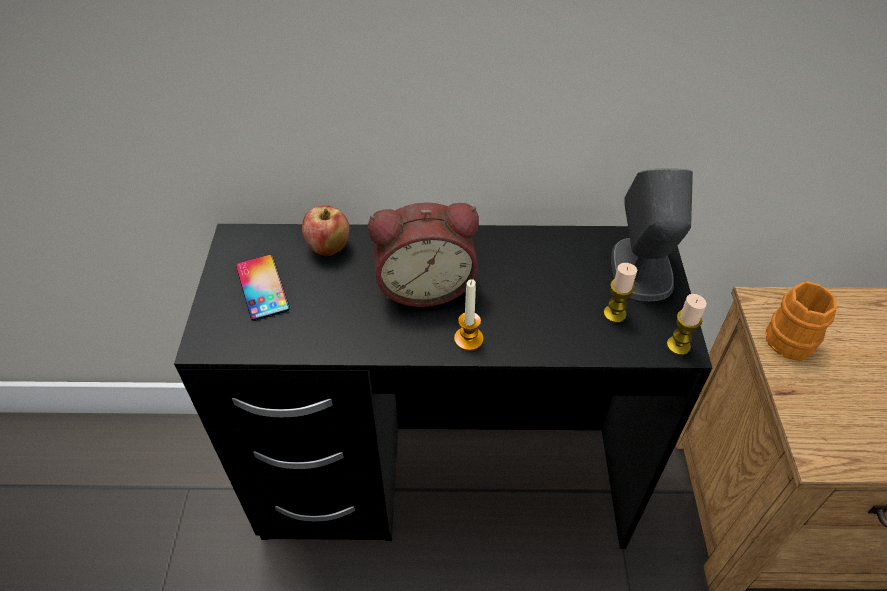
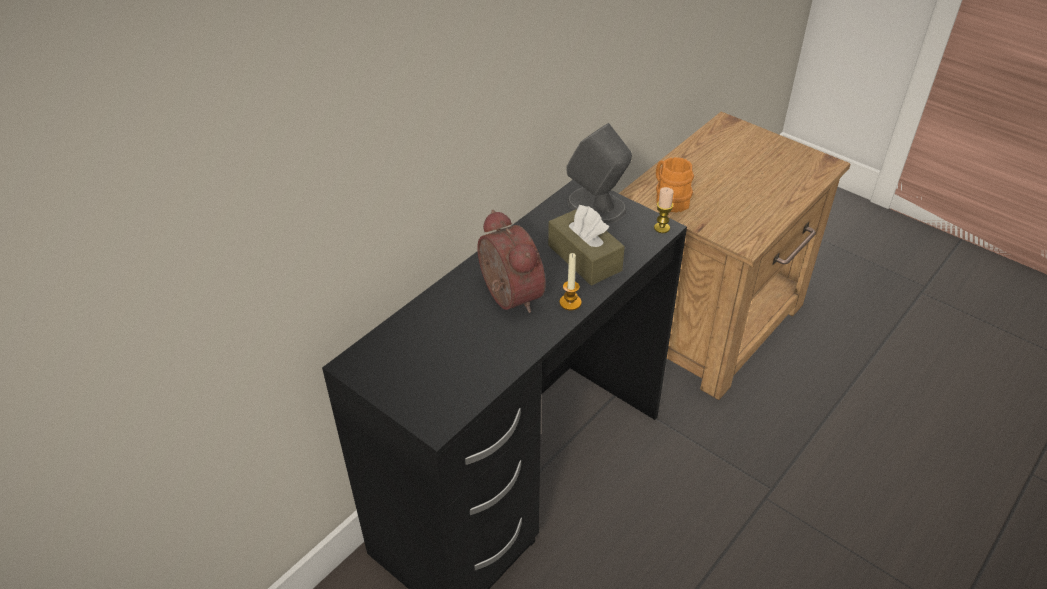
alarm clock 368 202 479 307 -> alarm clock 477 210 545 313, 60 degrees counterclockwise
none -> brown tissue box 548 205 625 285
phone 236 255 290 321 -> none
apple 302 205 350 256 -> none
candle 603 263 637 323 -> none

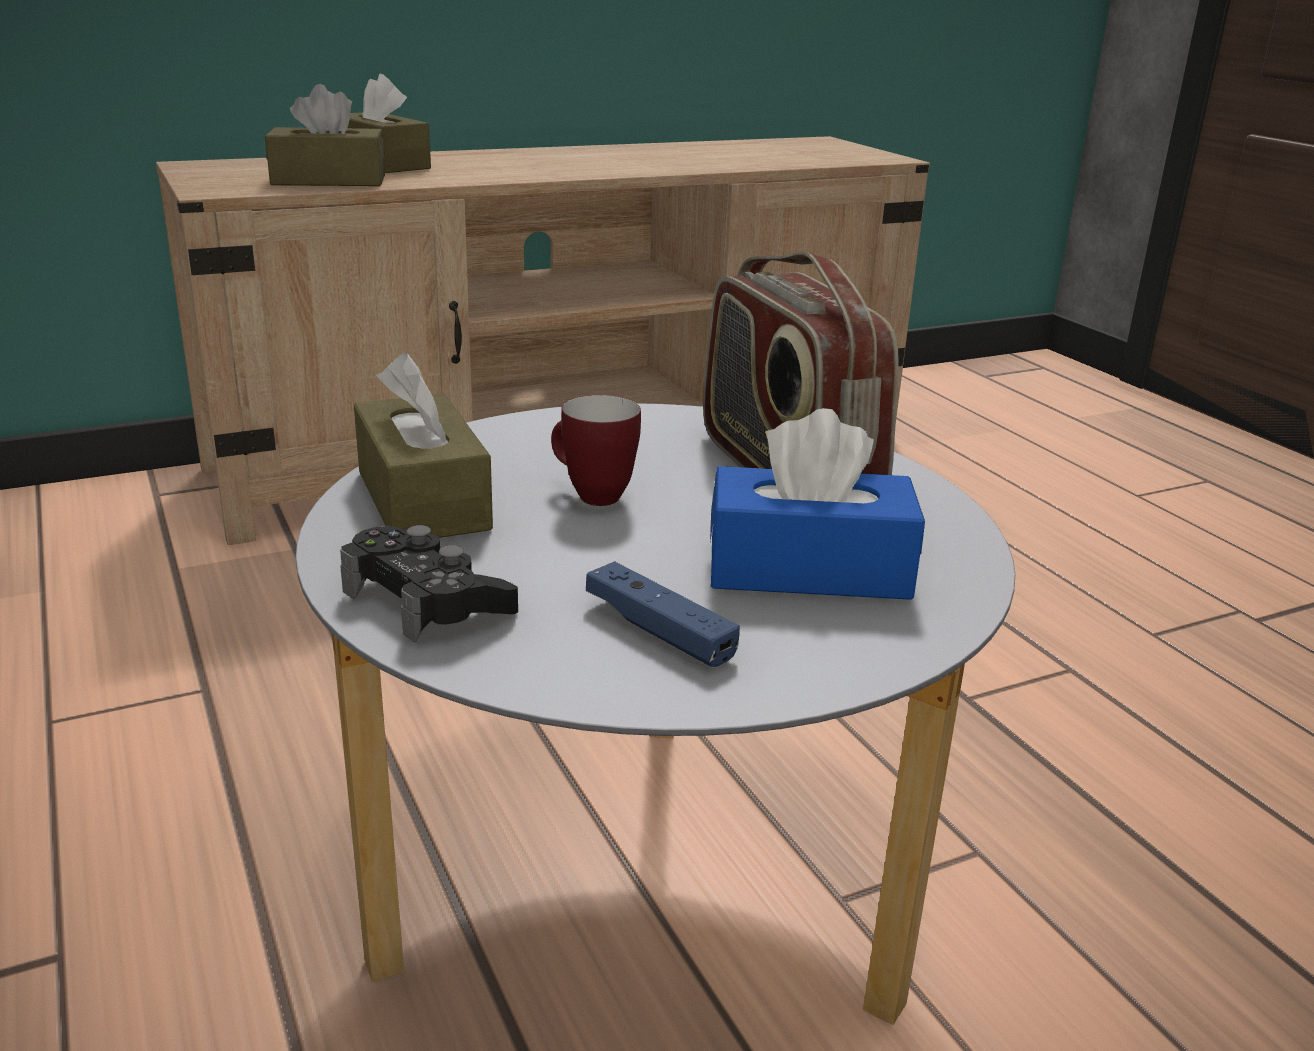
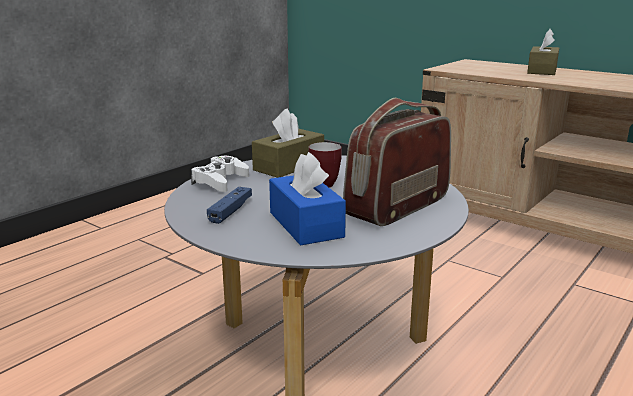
black game controller 340 525 518 643 -> white game controller 191 156 249 192
brown tissue box 265 84 385 186 -> none

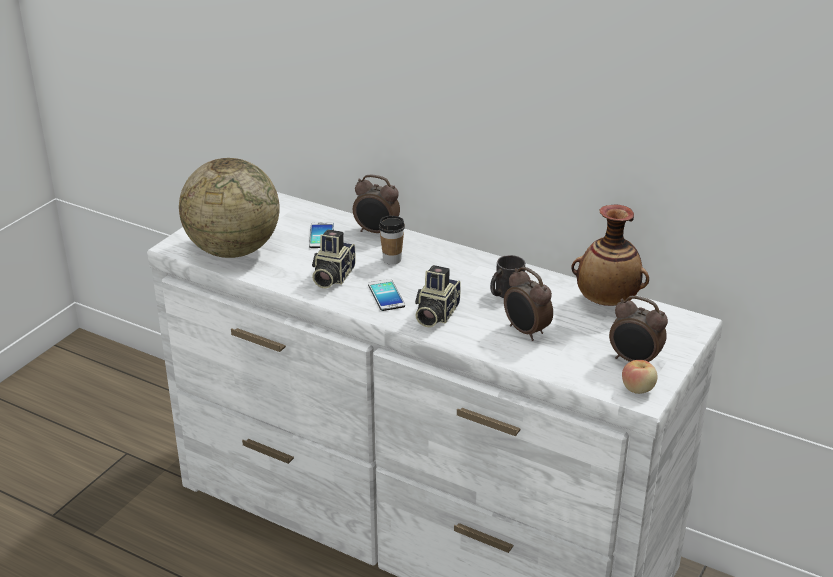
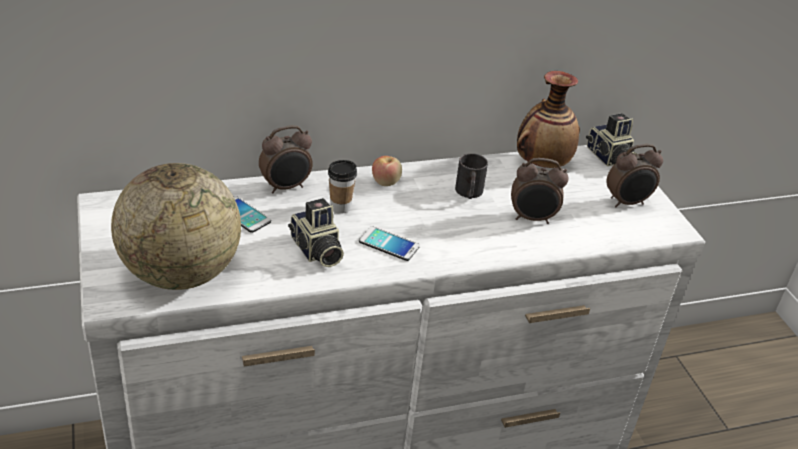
apple 622 360 657 394 -> apple 372 156 402 186, moved
photo camera 415 265 461 327 -> photo camera 586 113 637 166, moved

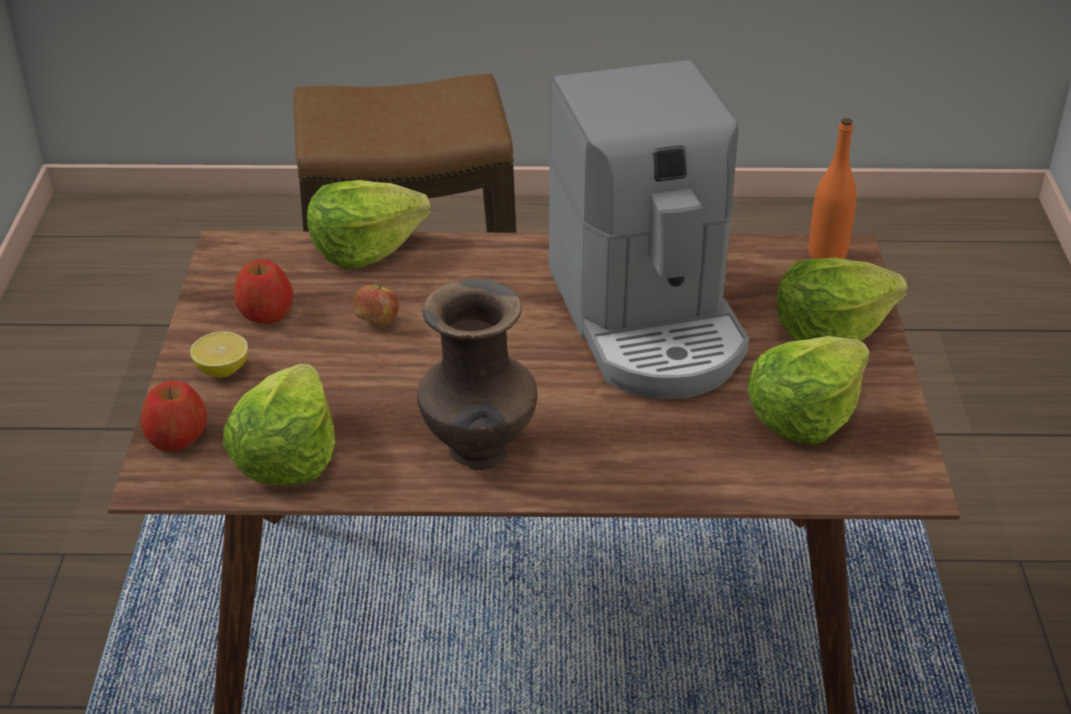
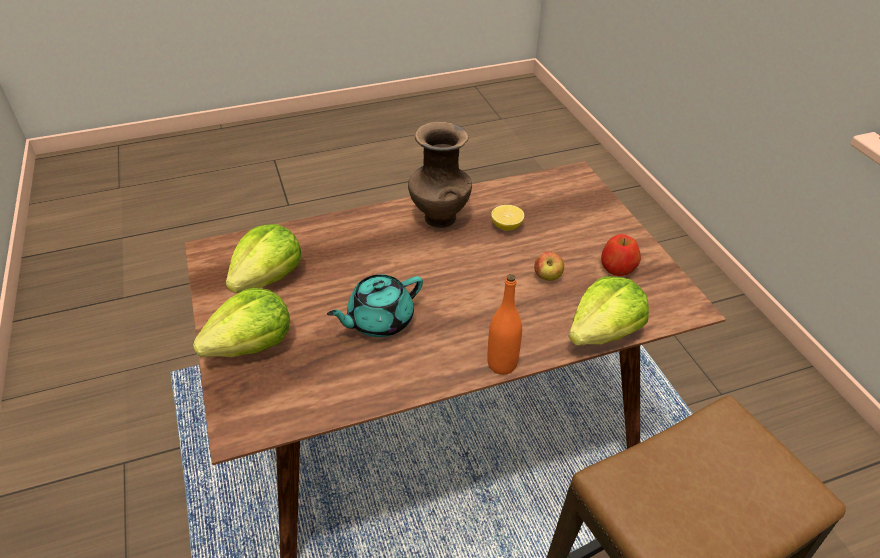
coffee machine 548 60 749 399 -> turquoise teapot 327 274 423 337
orange bottle 809 118 857 259 -> orange bottle 487 274 522 375, moved
lemon 190 331 248 378 -> lemon 491 205 524 231, moved
apple 141 381 207 452 -> none
lettuce 223 364 335 485 -> none

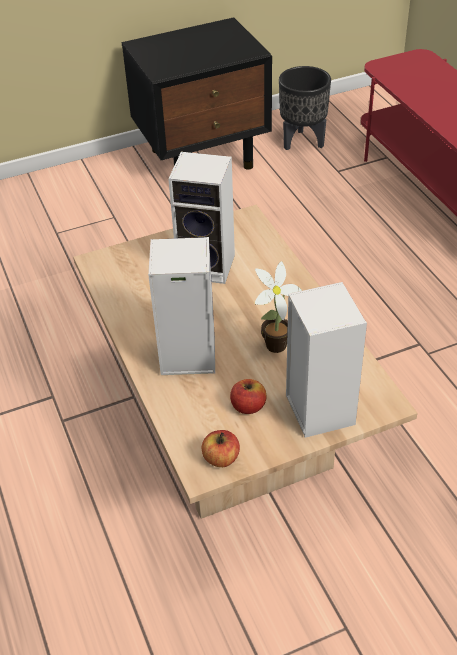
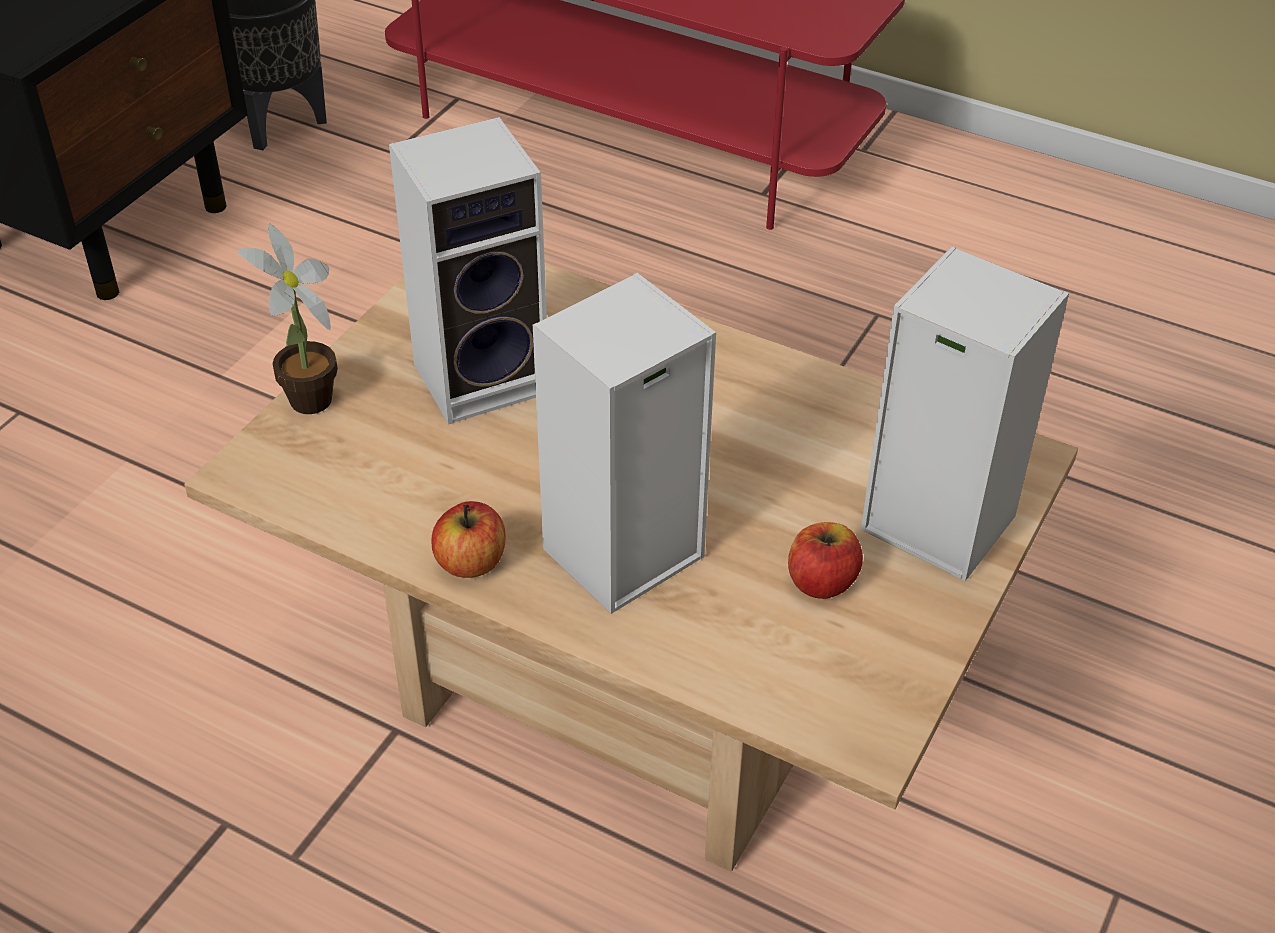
potted plant 255 261 302 353 -> potted plant 237 223 338 414, moved
apple 202 430 240 467 -> apple 432 501 506 578, moved

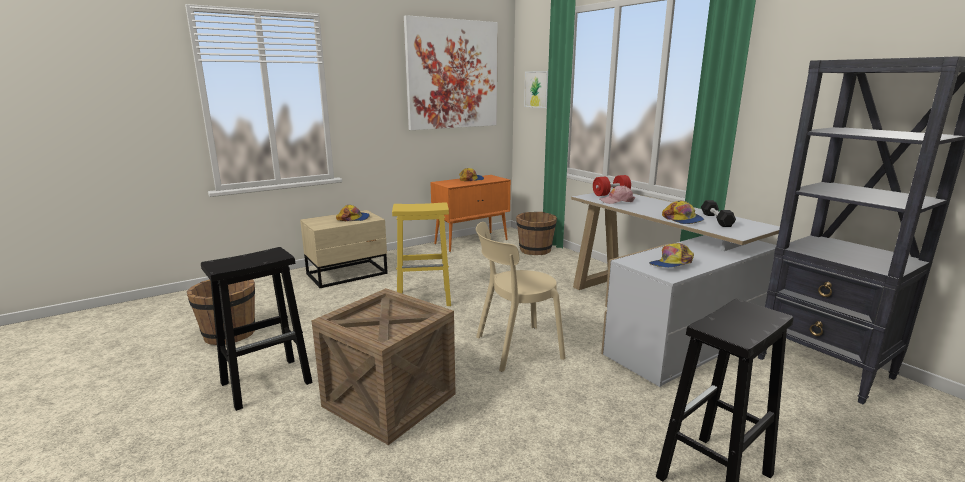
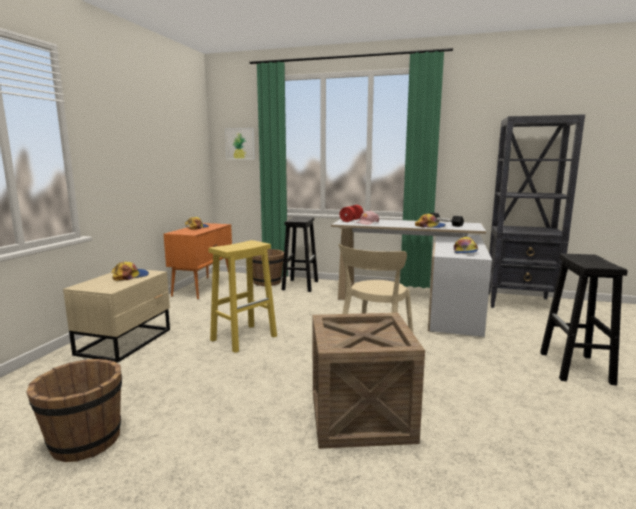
black stool 201 247 312 411 -> black stool 282 217 318 292, moved
picture 404 15 498 130 -> none

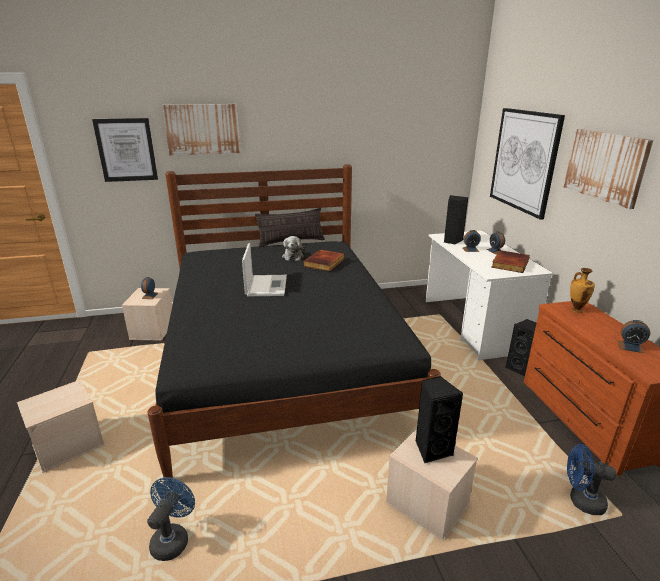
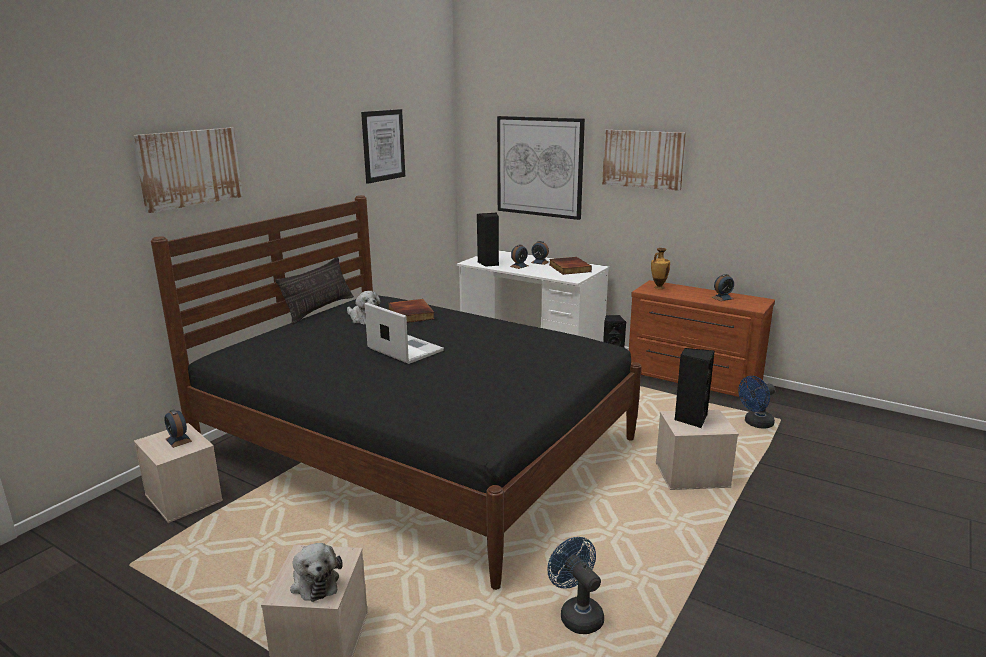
none -> plush toy 290 543 343 602
picture 92 118 158 182 -> picture 361 109 405 184, moved

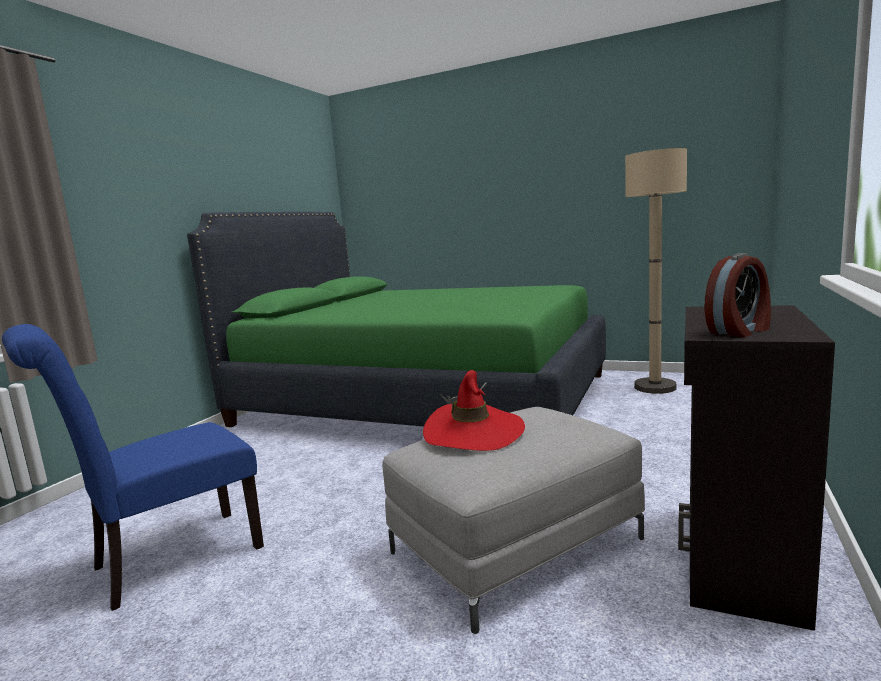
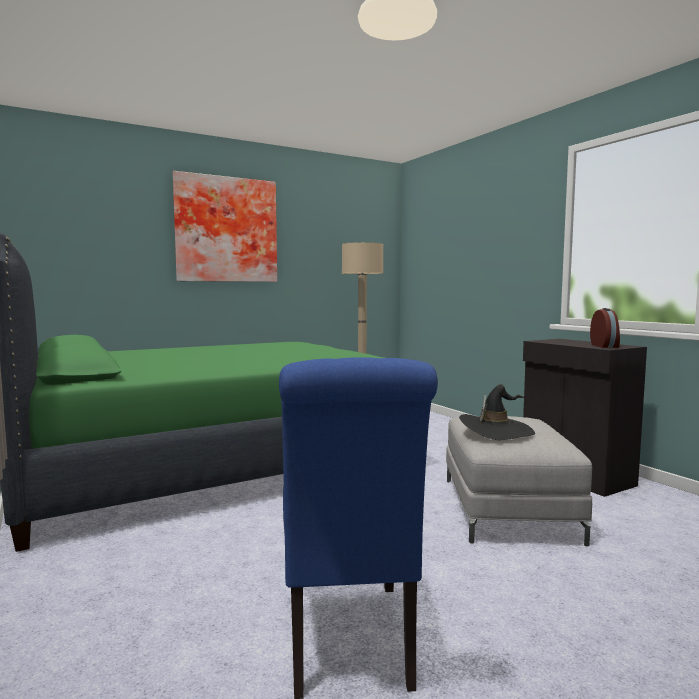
none -> picture 173 171 277 282
red hat 423 370 525 451 -> black hat 459 384 535 440

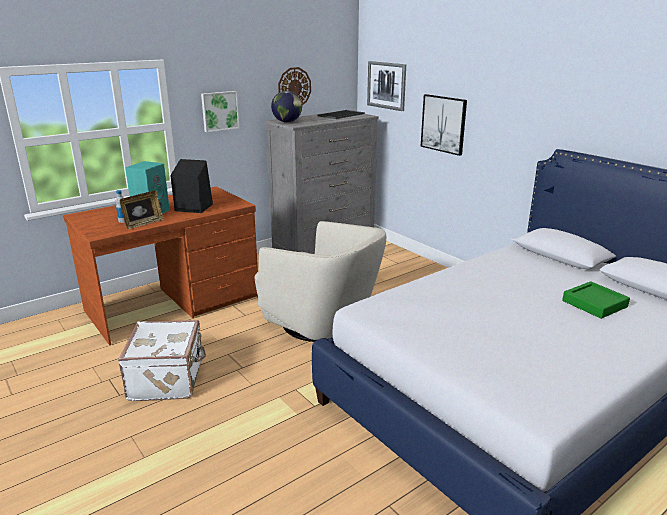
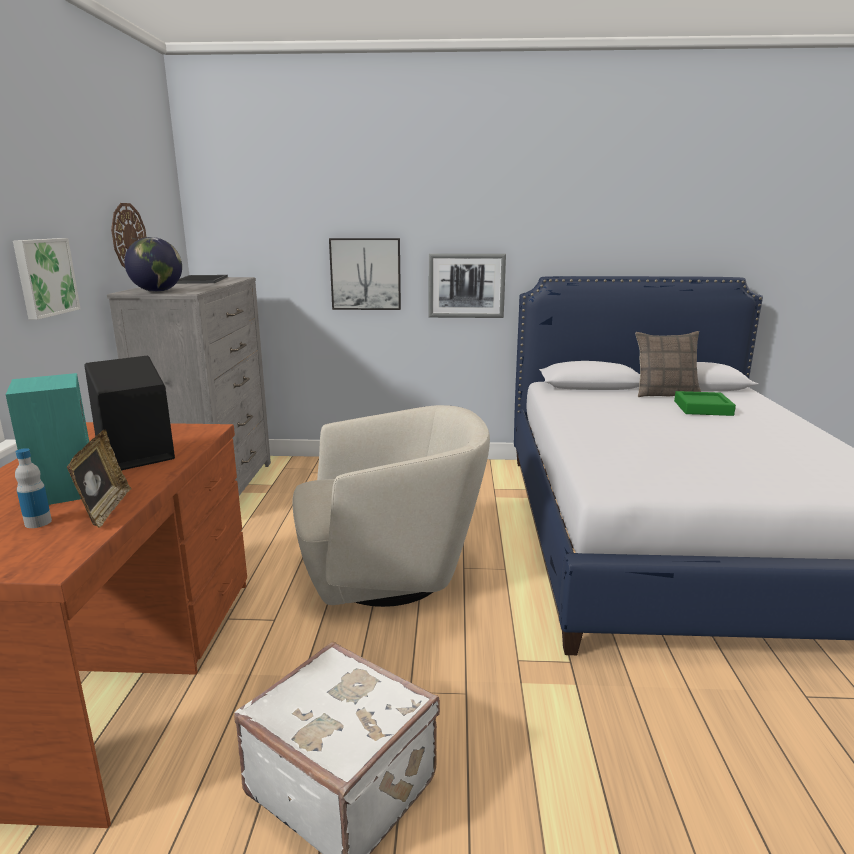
picture 367 61 406 111 -> picture 429 254 506 318, moved
none -> pillow 635 331 701 397

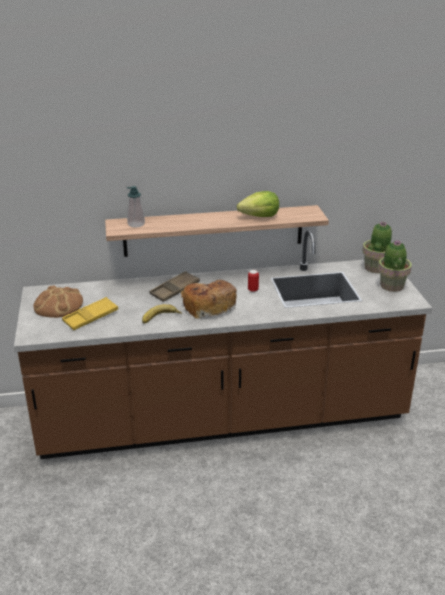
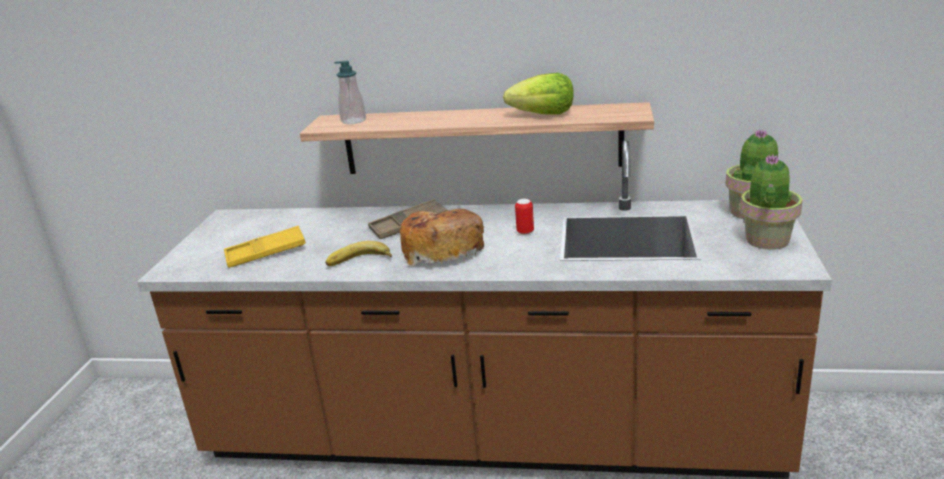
bread 33 285 83 318 -> none

